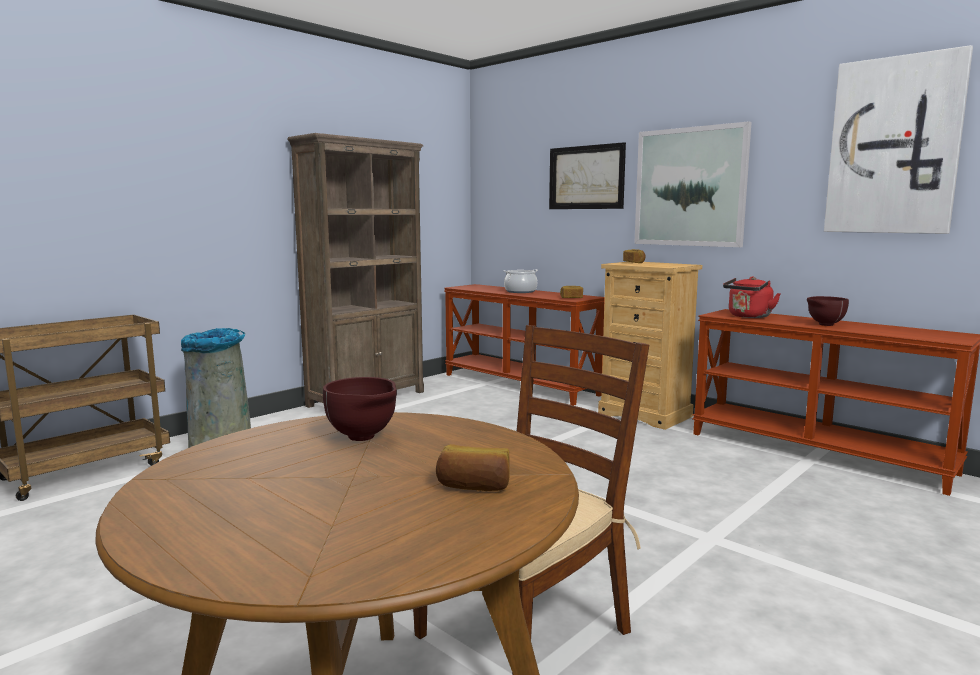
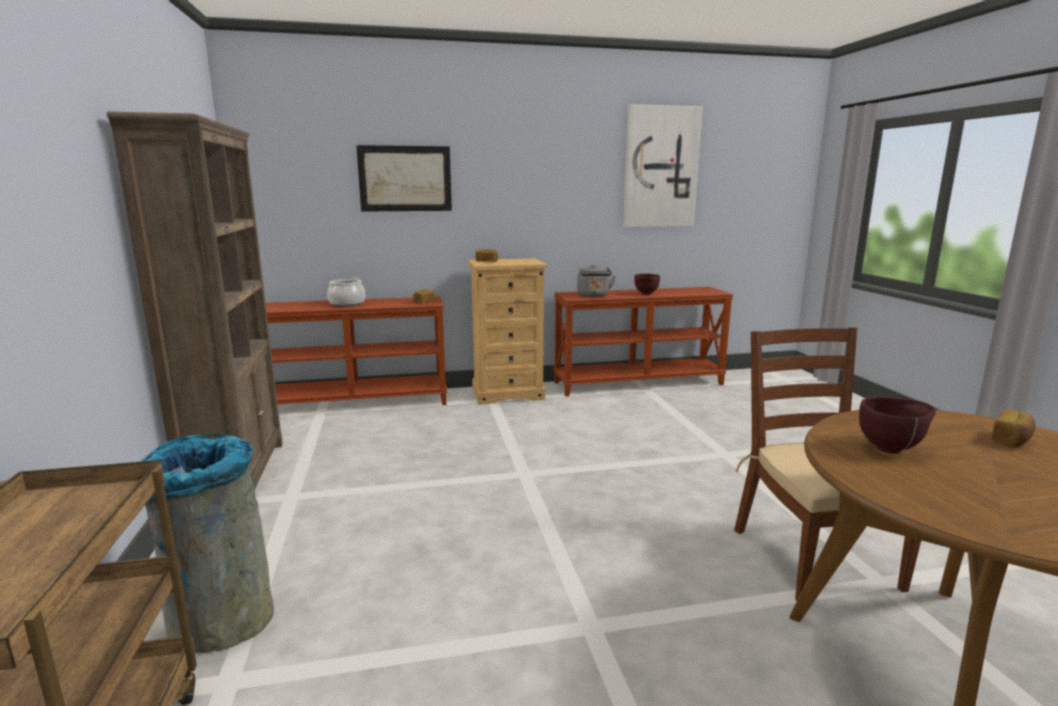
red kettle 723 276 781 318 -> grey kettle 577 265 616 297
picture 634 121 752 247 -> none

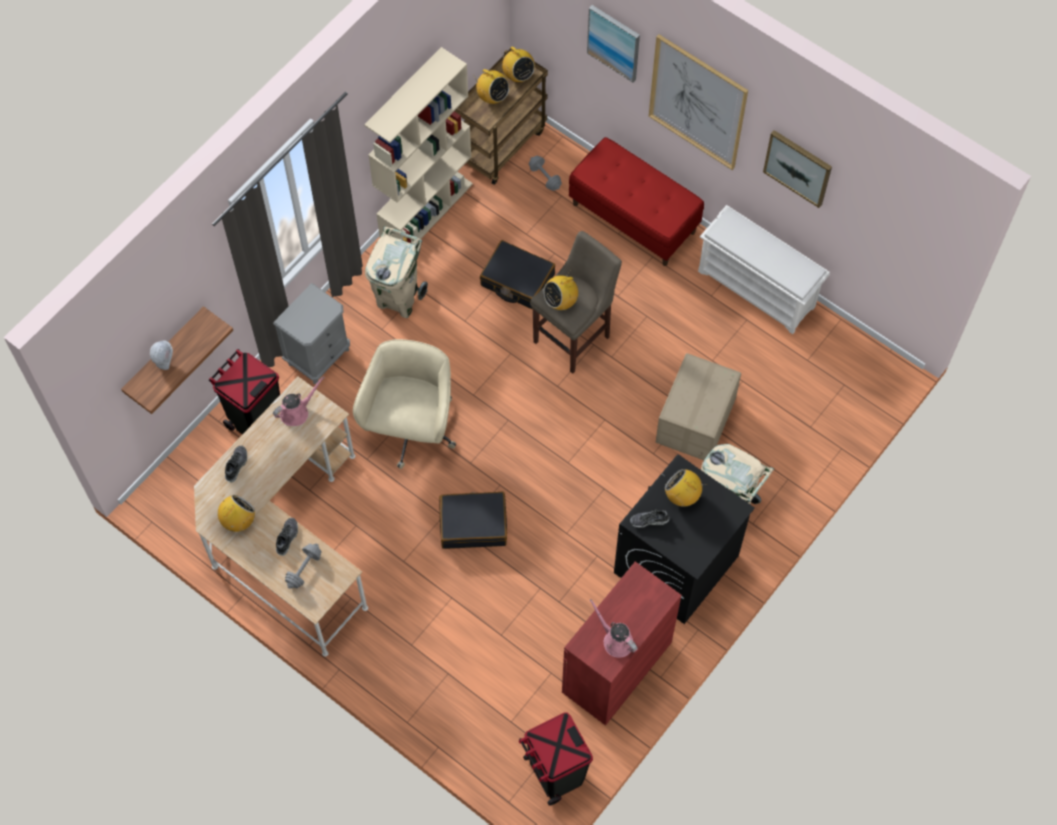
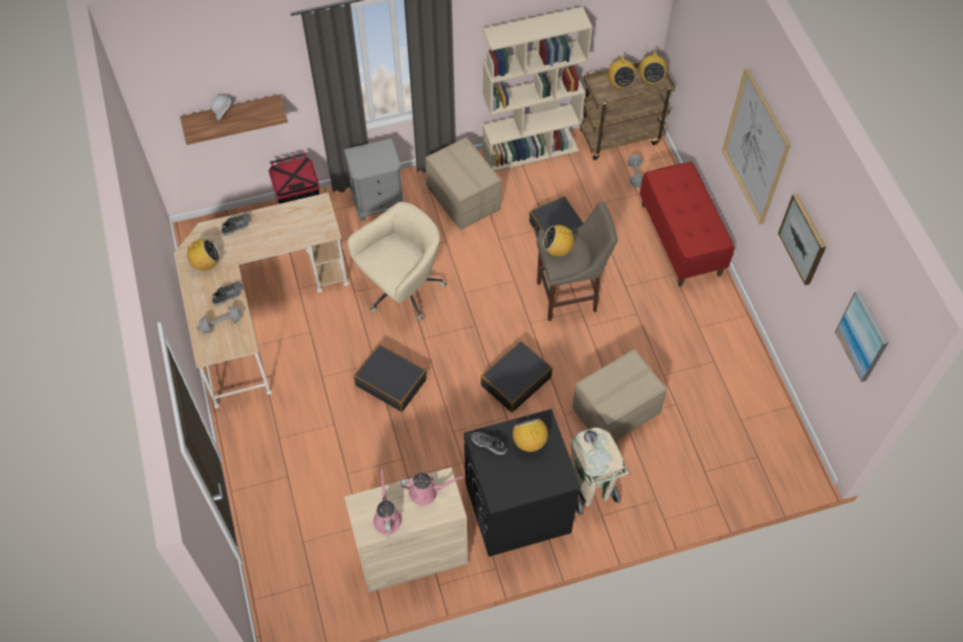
red cabinet 562 561 682 726 -> beige cabinet 344 467 468 592
pink watering can 273 376 325 426 -> pink watering can 400 473 464 506, moved
beige trash can 365 226 428 318 -> cardboard box 425 137 502 230
none -> black suitcase 481 341 553 412
picture 587 5 640 82 -> picture 835 290 889 382, moved
black trash can 519 712 593 806 -> none
white shoe rack 698 205 830 334 -> none

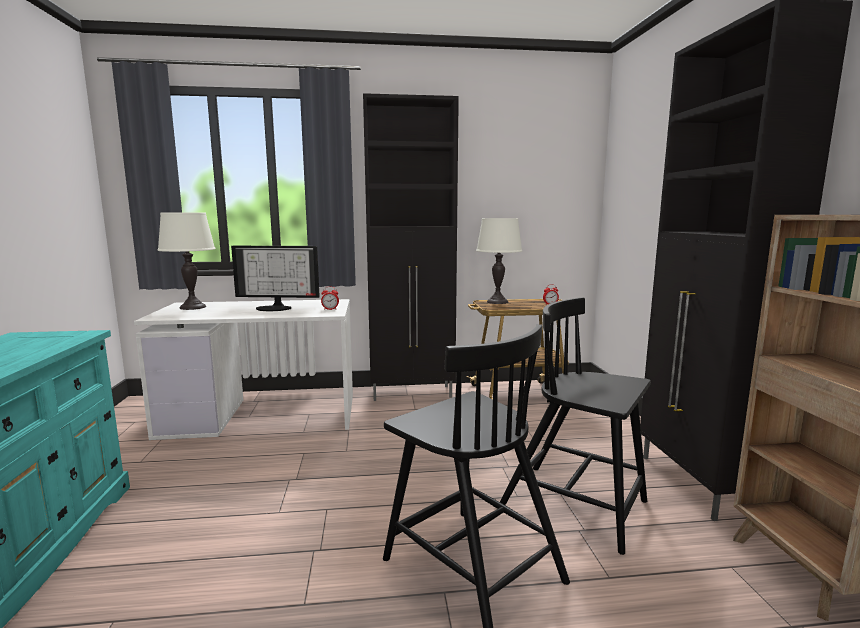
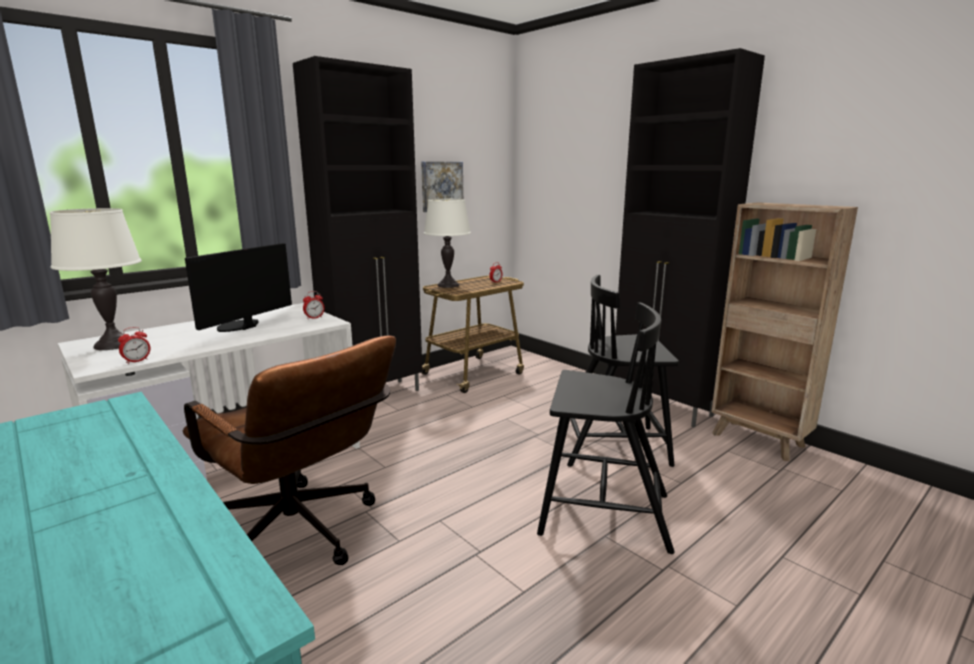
none -> alarm clock 118 327 150 364
none -> brown office chair 183 336 396 565
monitor 231 246 320 311 -> monitor 185 243 292 332, 150 degrees clockwise
none -> picture 421 162 463 212

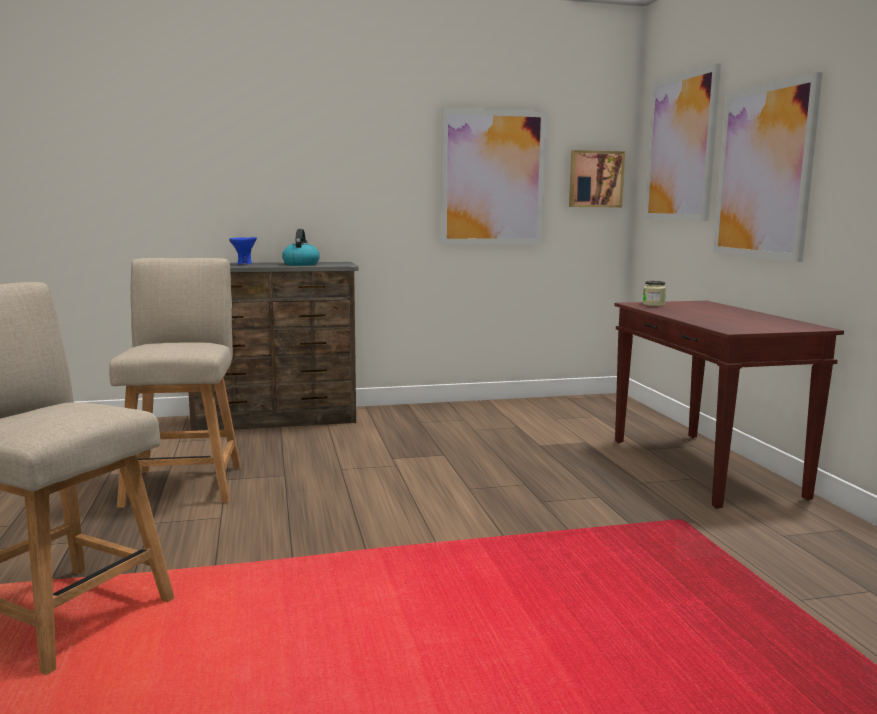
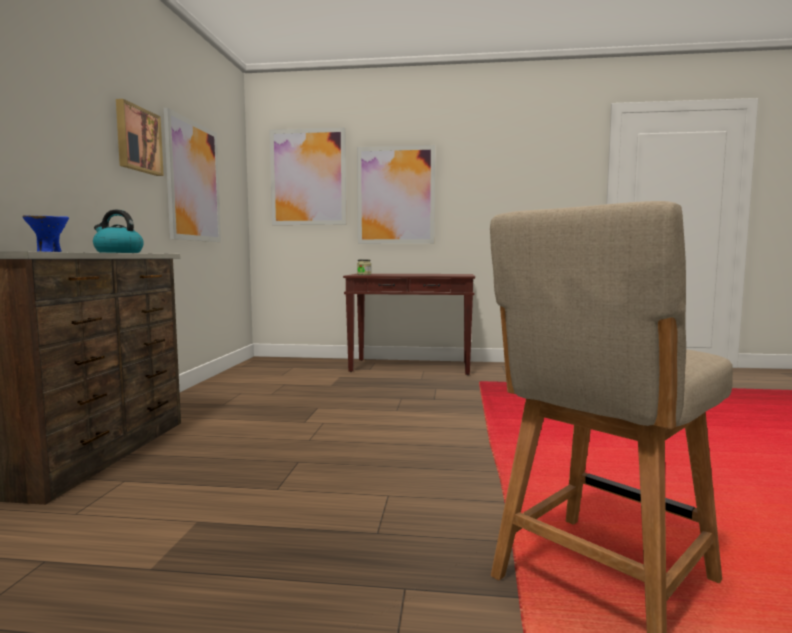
picture 569 150 625 207 -> picture 116 99 164 176, moved
beige chair 109 258 241 508 -> none

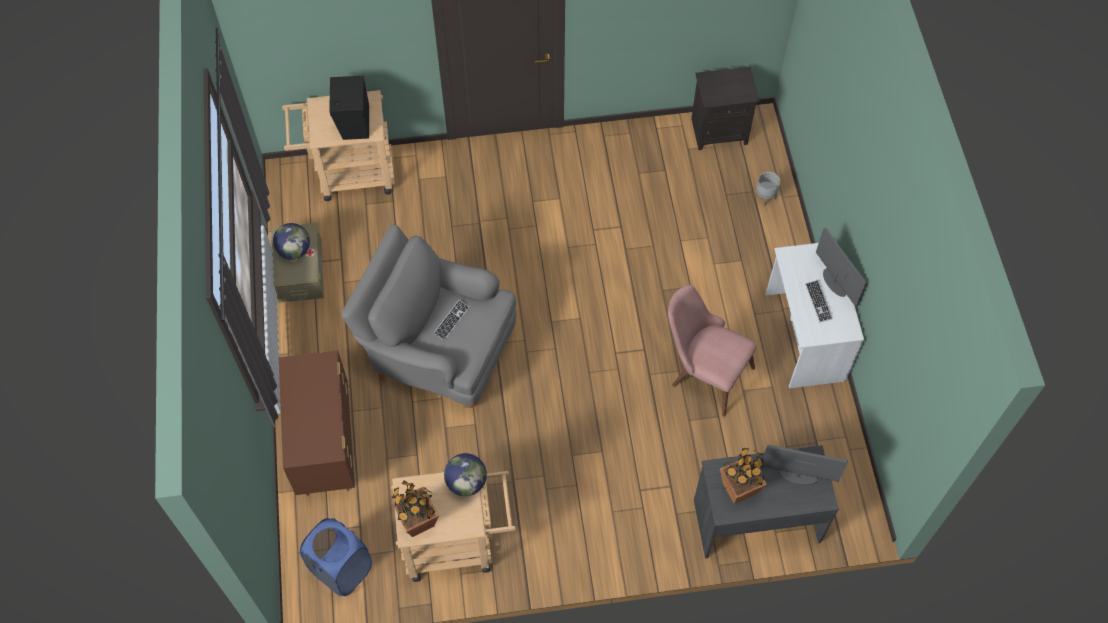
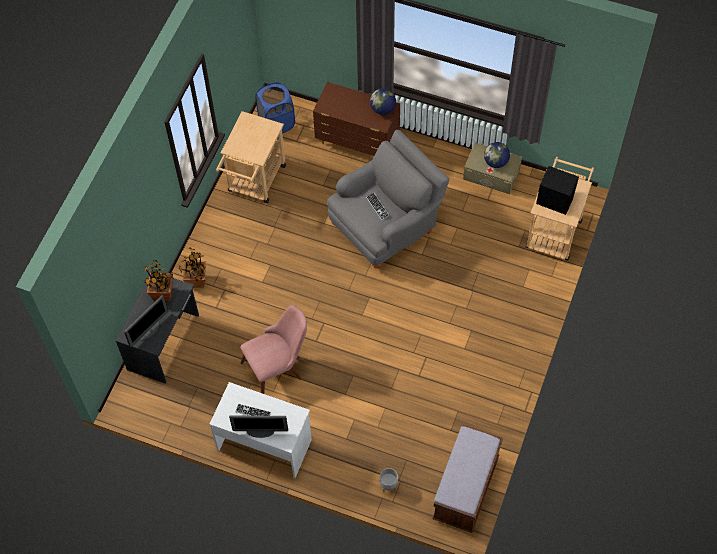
potted plant 392 480 439 537 -> potted plant 179 248 206 288, moved
globe 444 453 487 496 -> globe 370 88 396 115, moved
black nightstand 691 67 759 150 -> brown bench 432 425 503 533

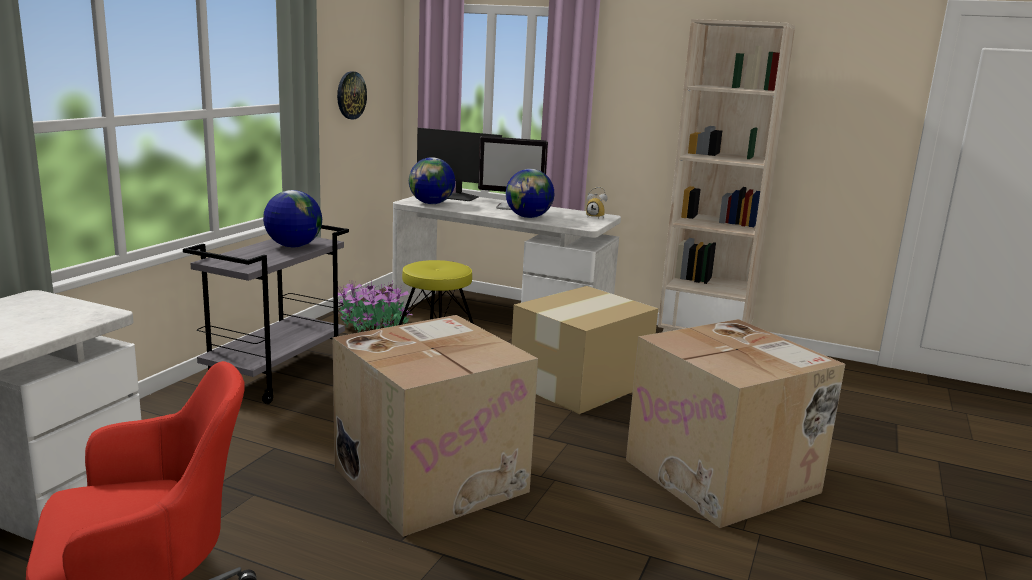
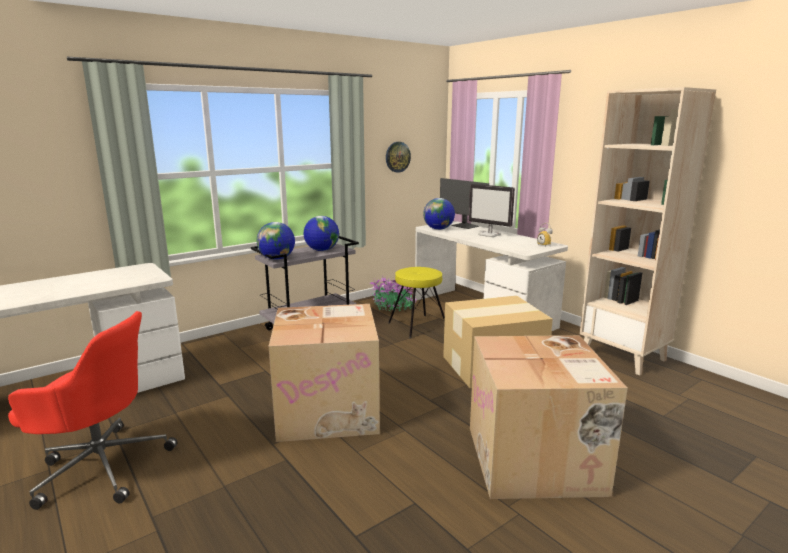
globe 506 169 554 218 -> globe 257 222 295 260, moved

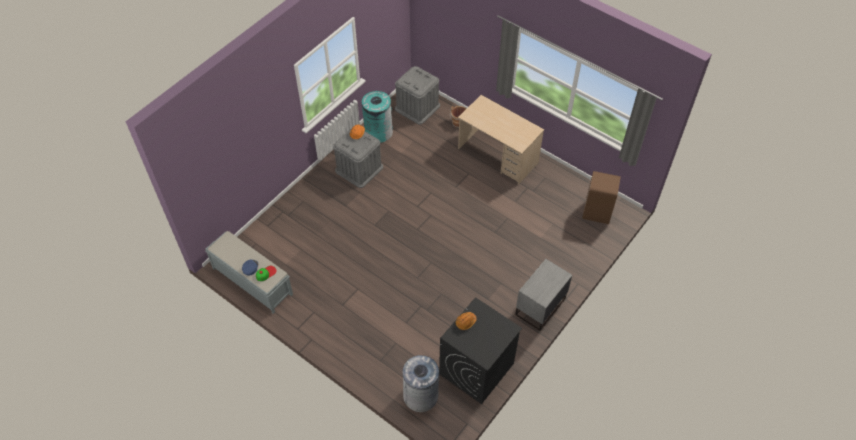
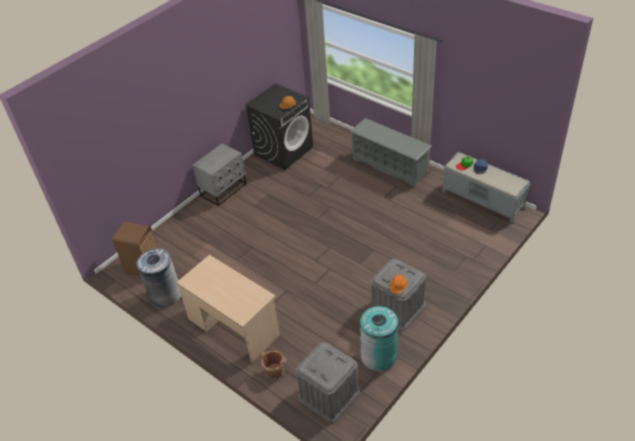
grey trash can 402 355 439 412 -> grey trash can 136 248 181 308, moved
none -> grey shoe rack 350 118 432 187

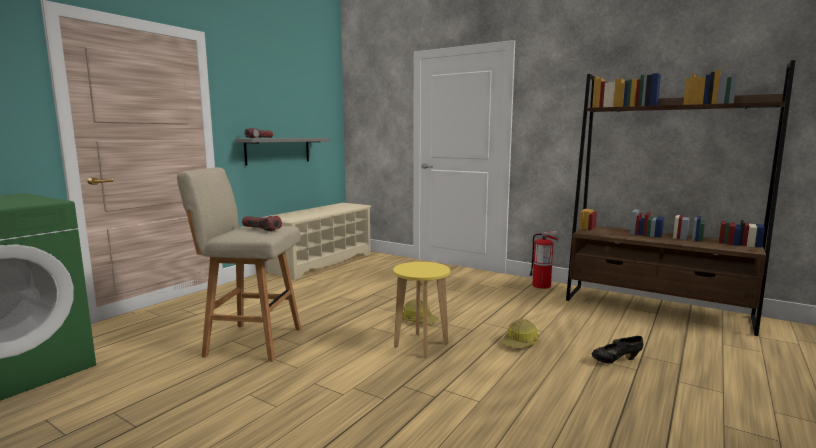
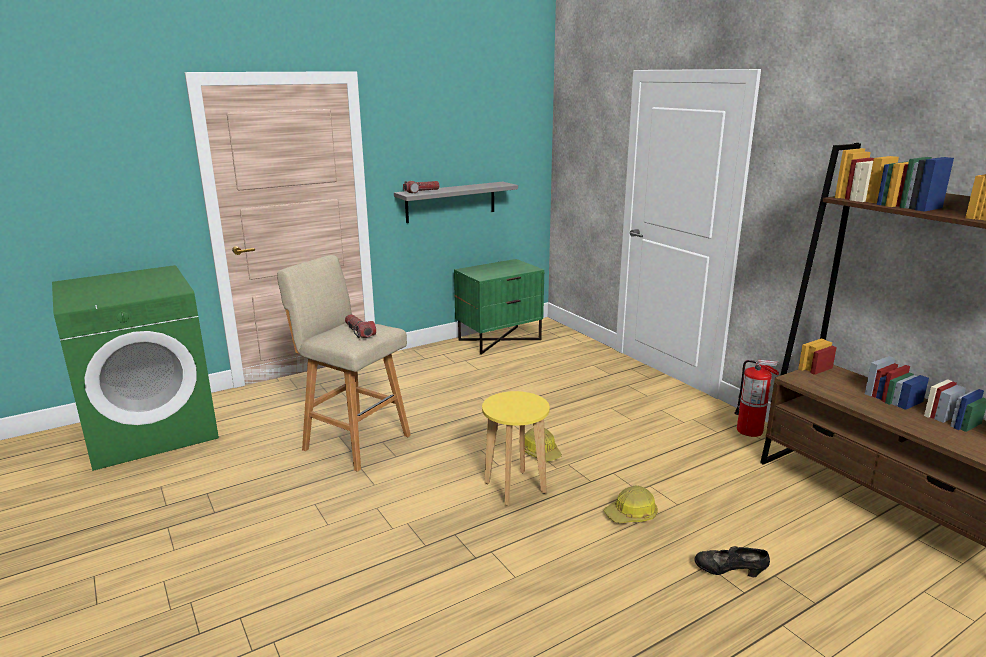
beige shoe rack 262 203 372 280 -> green nightstand 454 259 544 355

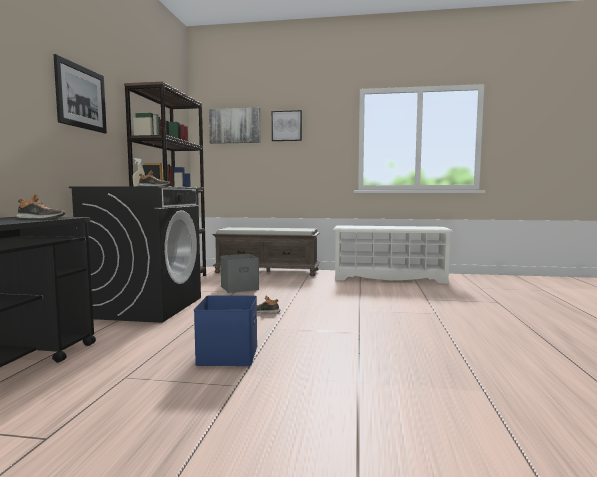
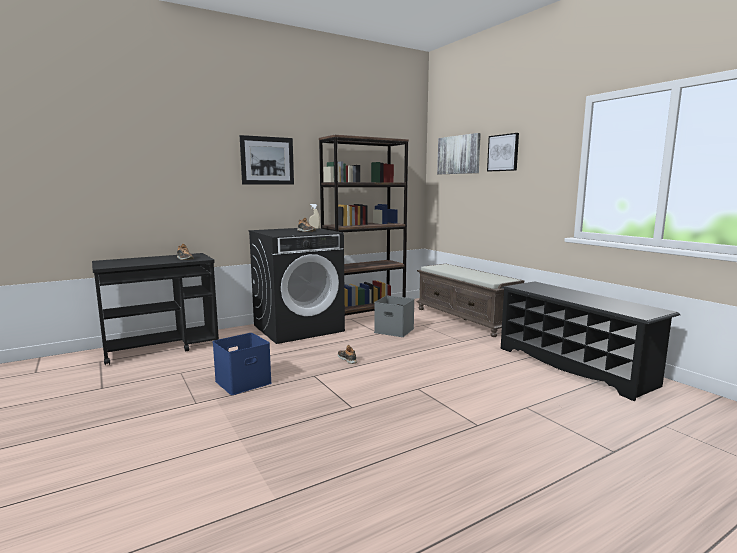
white shoe rack 333 225 453 284 -> black shoe rack 501 281 680 401

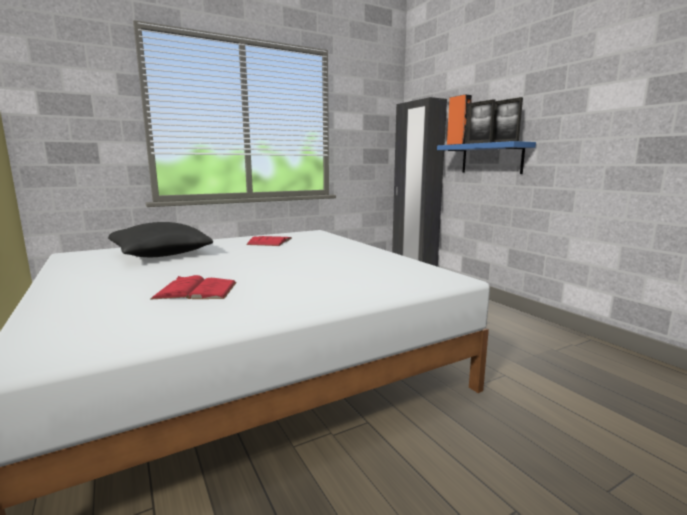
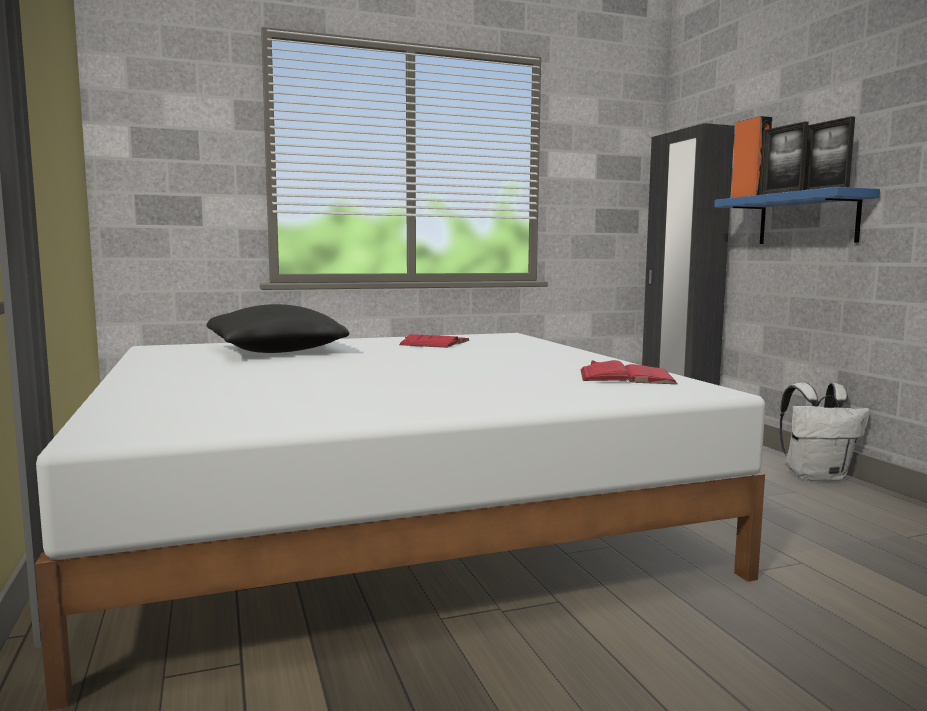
red book 150 275 237 300 -> red book 580 360 678 384, moved
none -> white backpack 780 383 870 482

